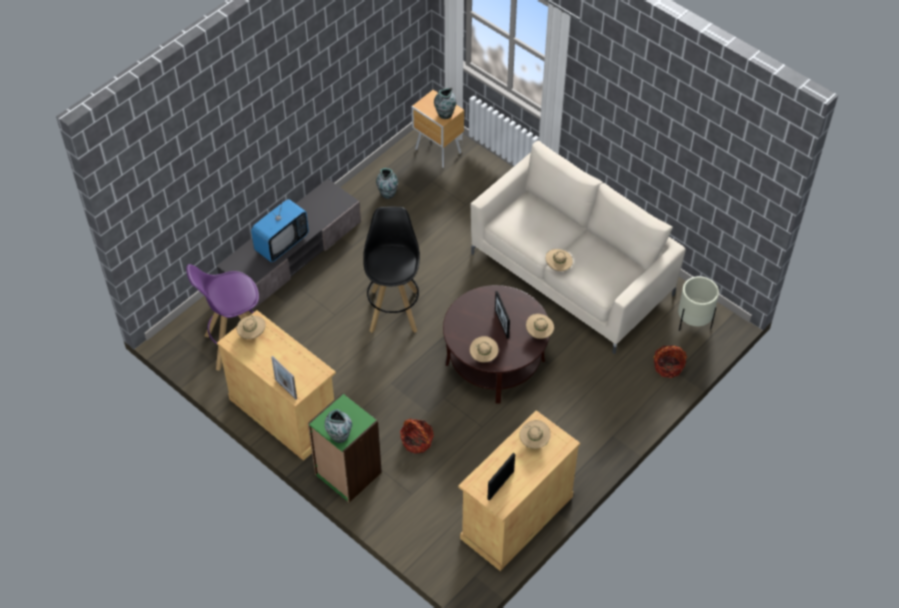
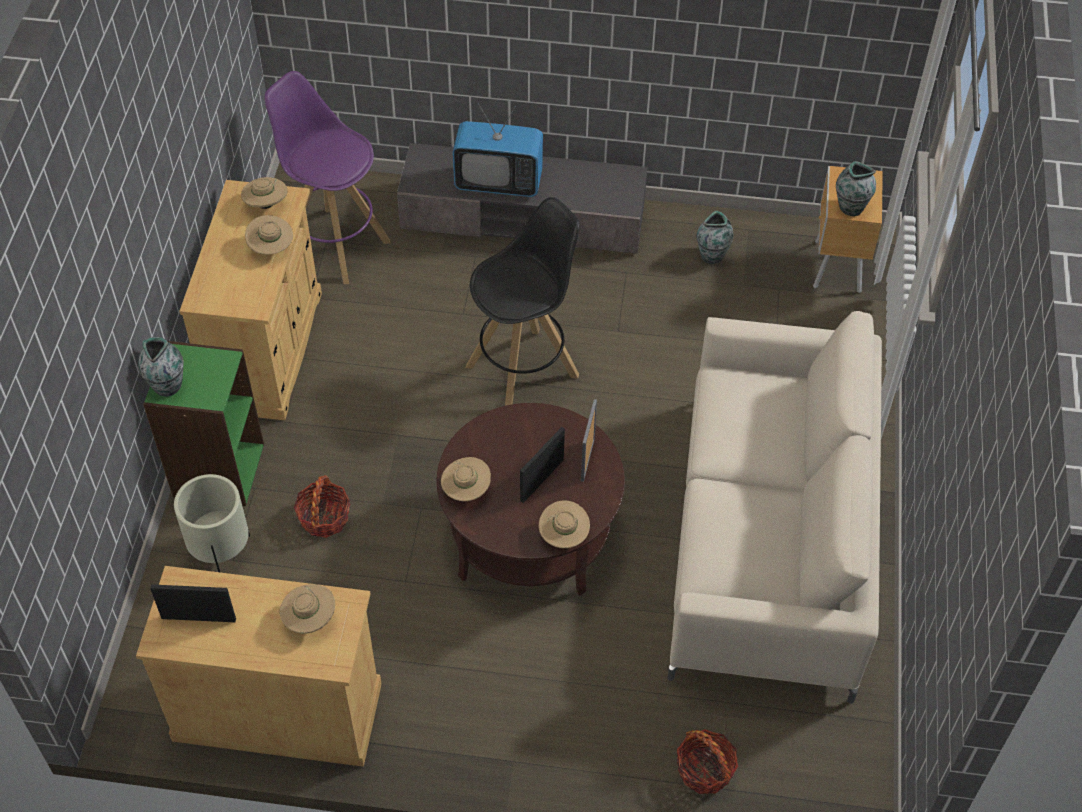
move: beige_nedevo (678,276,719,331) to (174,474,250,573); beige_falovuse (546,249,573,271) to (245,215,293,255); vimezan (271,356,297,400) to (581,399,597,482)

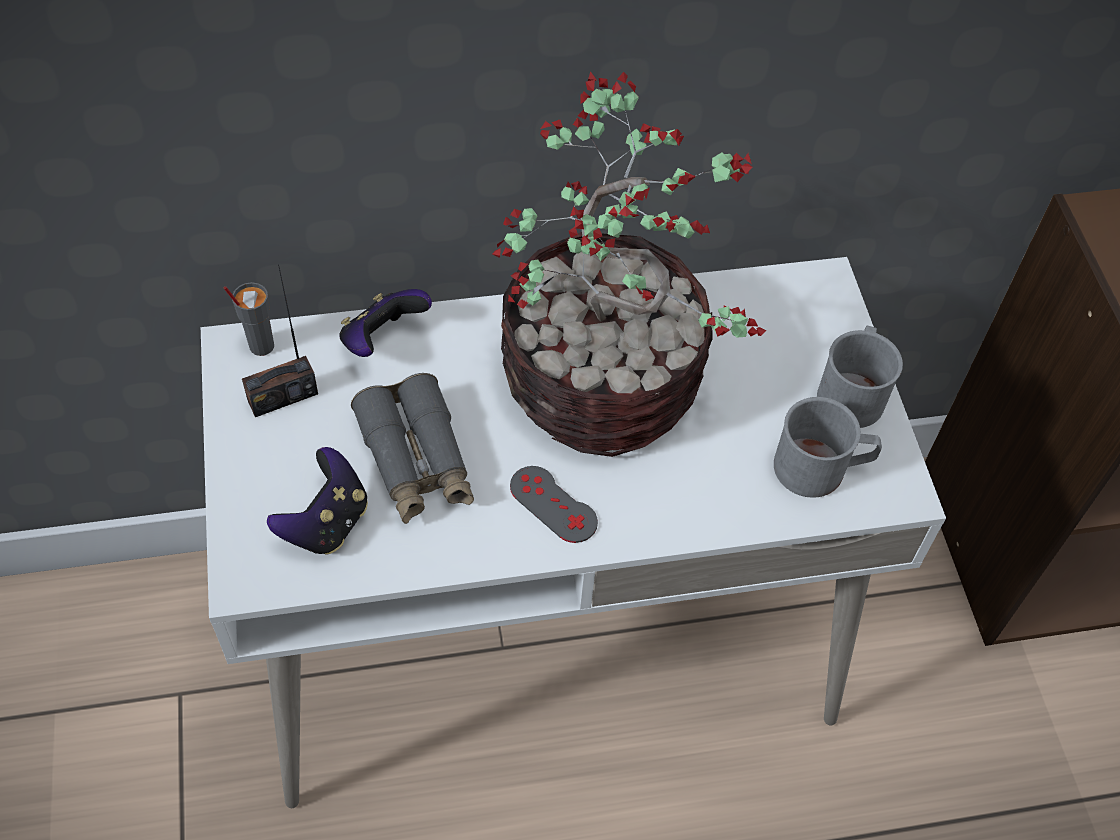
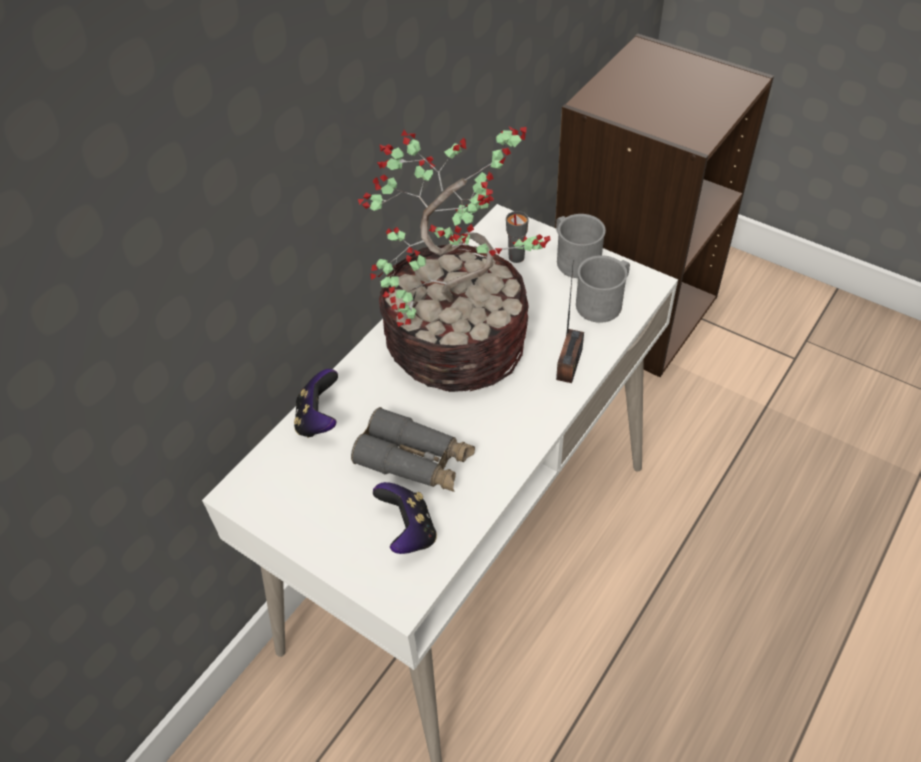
delete: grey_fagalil (510,466,598,543)
move: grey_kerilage (224,282,274,356) to (506,211,529,263); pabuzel (242,264,318,417) to (556,267,584,383)

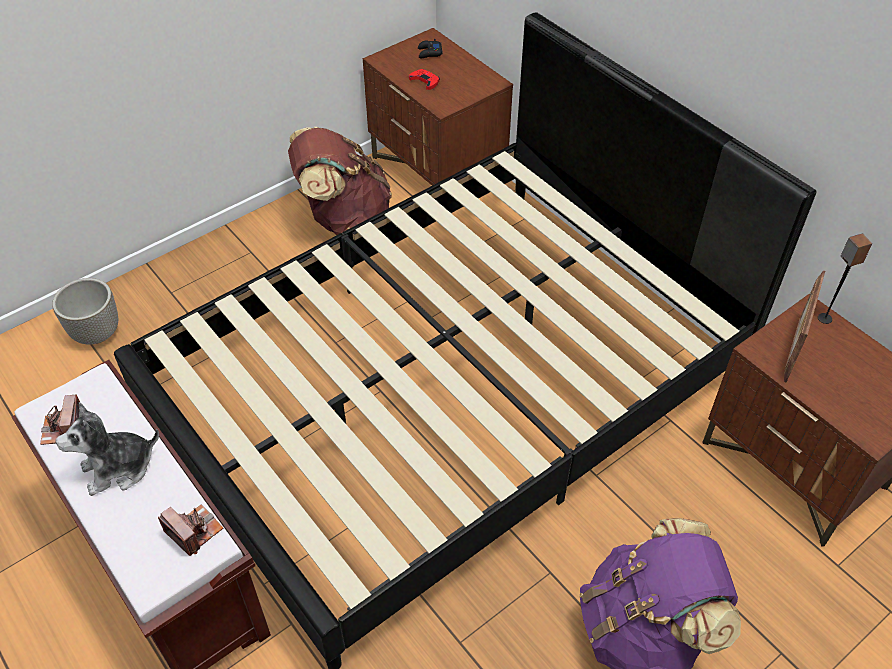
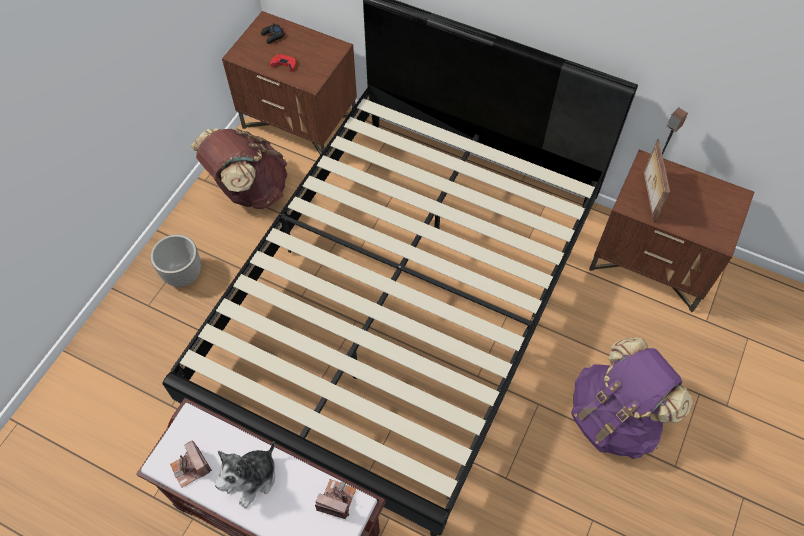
move: nedevo (52,278,118,344) to (151,235,201,287)

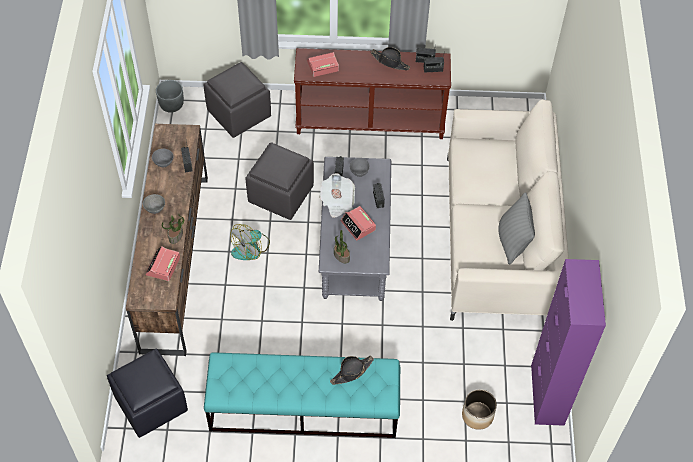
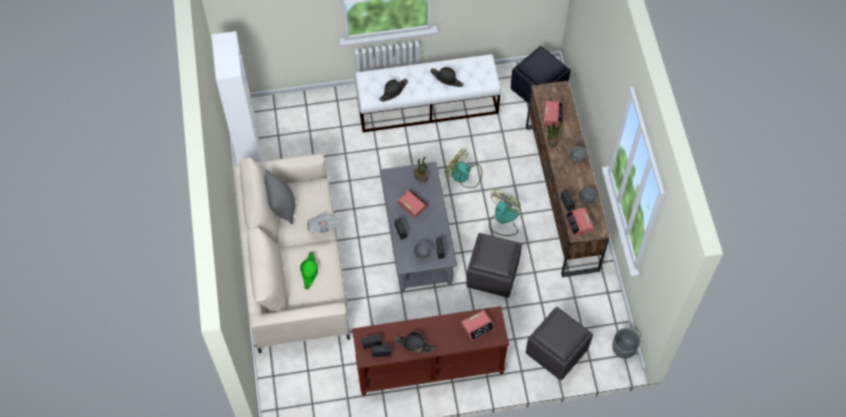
delete: nedevo (462,389,497,430)
insert: green_falovuse (300,252,318,289); black_falovuse (430,67,464,87); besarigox (445,149,482,188); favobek (565,207,594,236)
move: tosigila (319,173,355,218) to (307,212,337,234)
recolor: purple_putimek (531,259,606,426) to white_putimek (211,31,261,165); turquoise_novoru (204,352,400,438) to white_novoru (354,54,501,133)

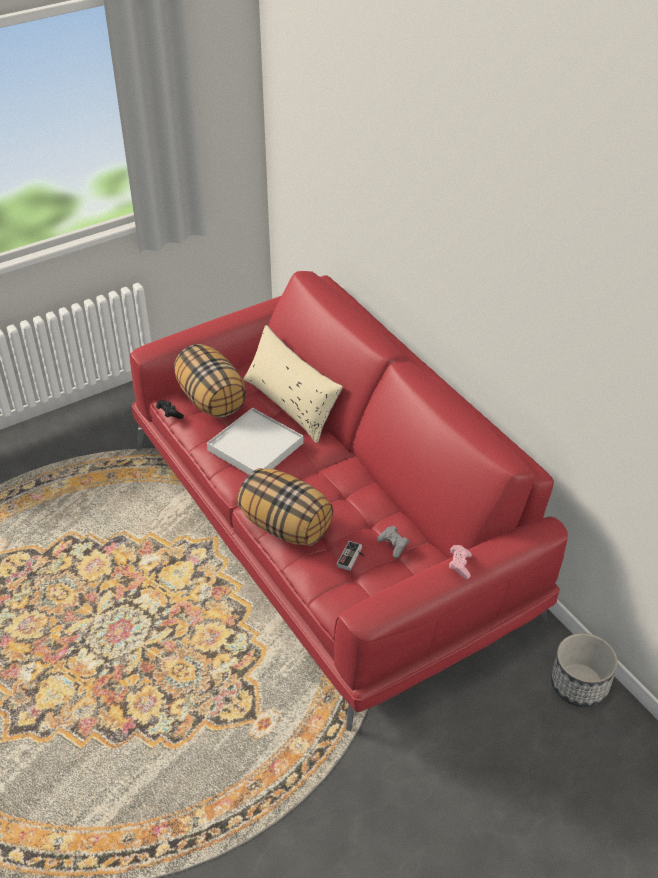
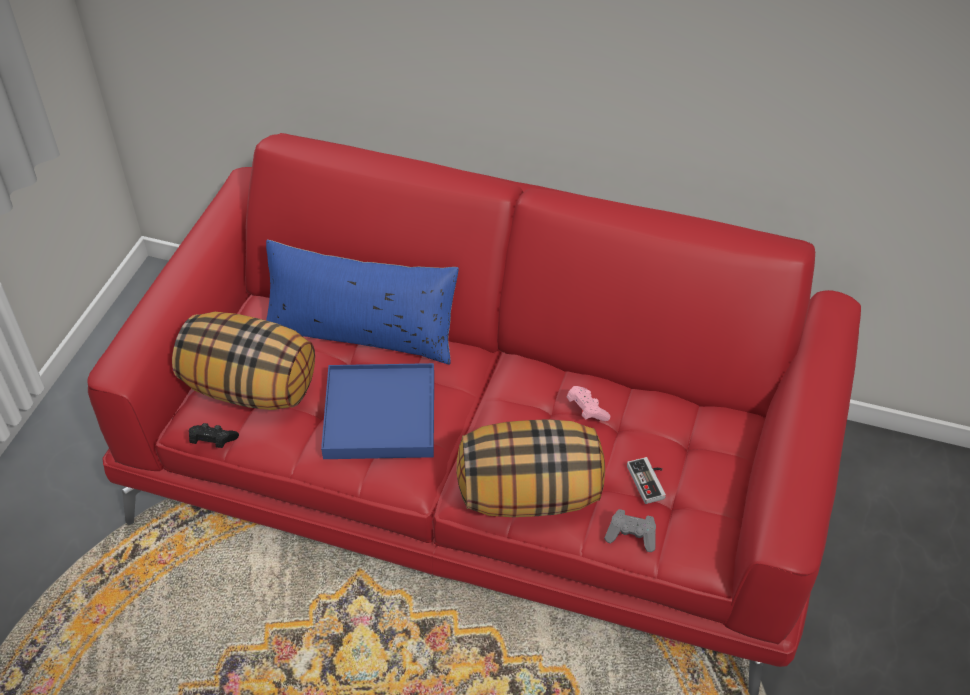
delete: nedevo (551,633,618,707)
move: pink_fagalil (449,545,472,579) to (566,386,610,421); grey_fagalil (377,526,409,558) to (604,509,656,552)
recolor: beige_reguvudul (243,325,343,443) to blue_reguvudul (266,240,459,364); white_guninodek (207,408,303,475) to blue_guninodek (321,363,434,459)

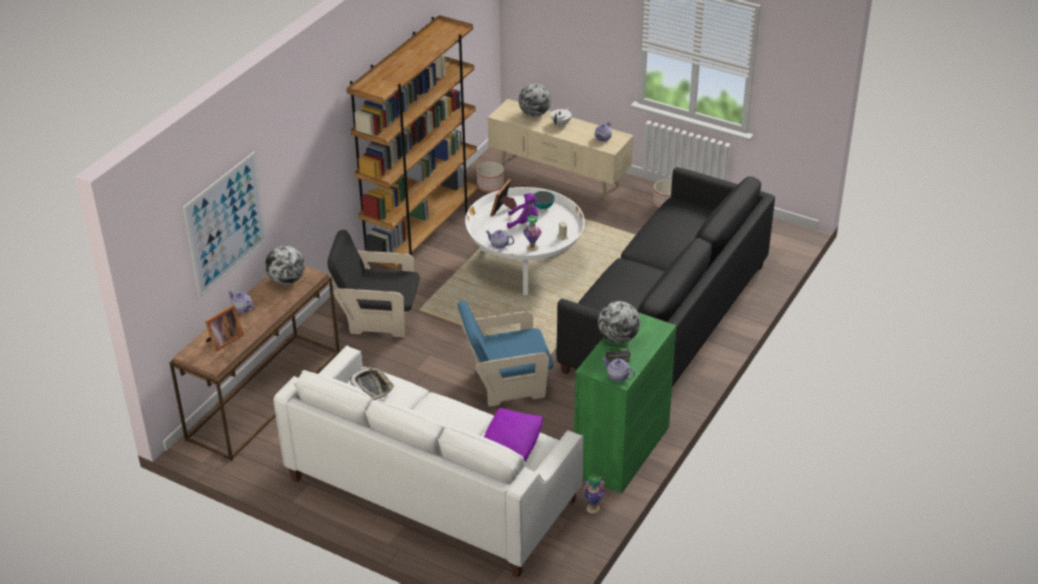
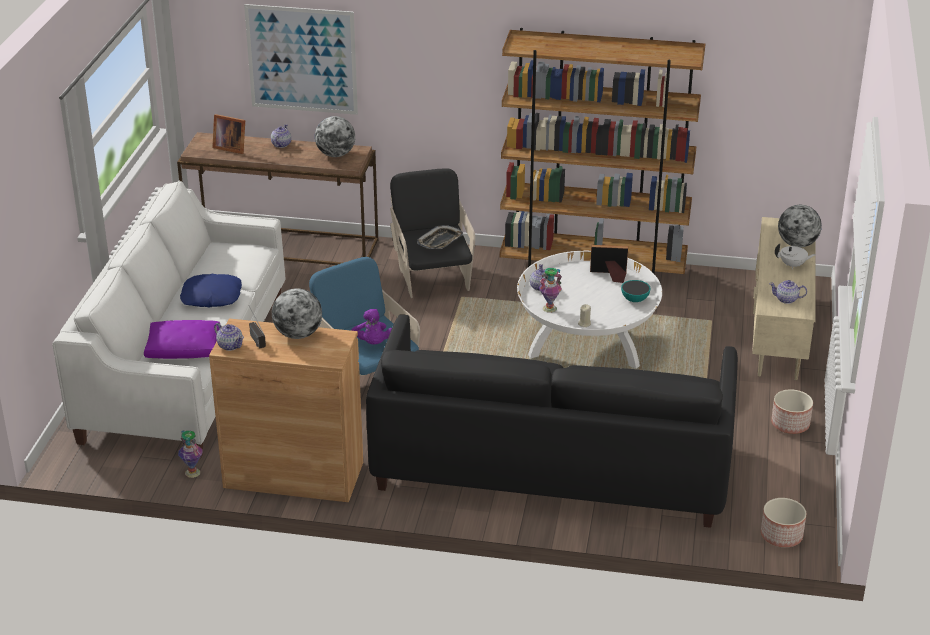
insert: blue_reguvudul (180,274,242,308)
move: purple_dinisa (507,193,538,229) to (351,309,392,345); guninodek (349,366,394,400) to (417,225,463,249); nedevo (477,162,504,192) to (761,498,806,547)
recolor: green_putimek (574,312,676,493) to brown_putimek (209,319,363,502)
rotate: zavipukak (602,358,635,381) = (214,323,244,351) 120 degrees clockwise

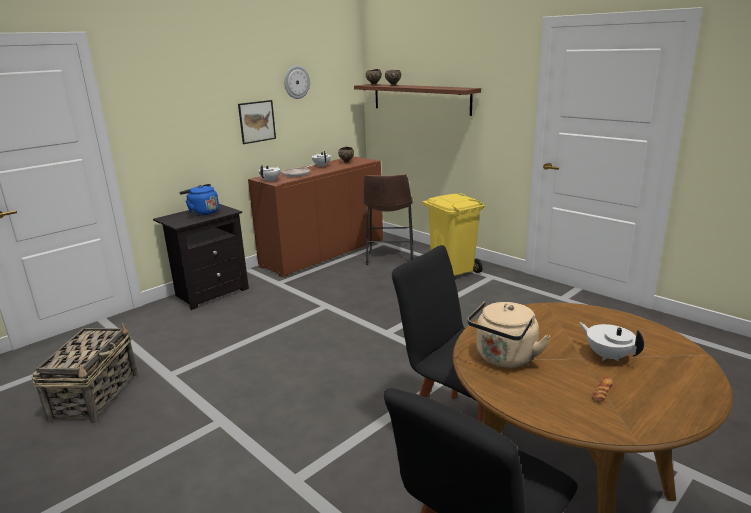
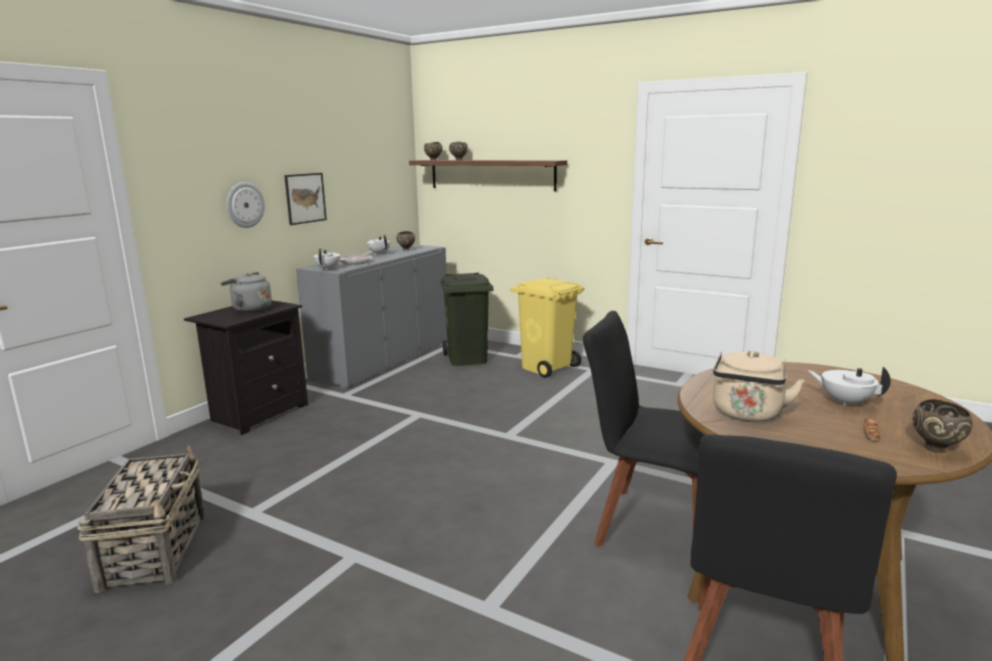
insert: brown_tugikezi (912,399,973,453)
move: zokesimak (284,66,310,99) to (226,182,265,228)
replace: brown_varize (363,174,413,265) to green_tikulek (440,272,493,366)
recolor: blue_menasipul (179,184,219,216) to grey_menasipul (221,272,272,312); brown_putimek (248,156,383,278) to grey_putimek (296,244,447,389)

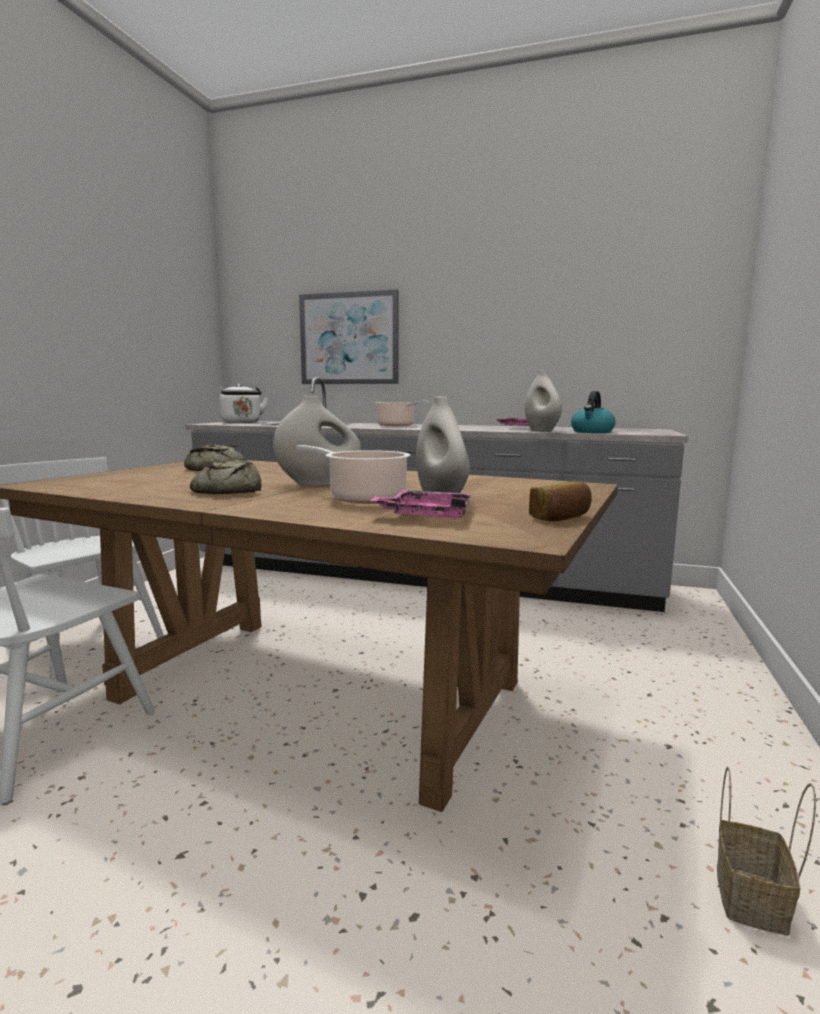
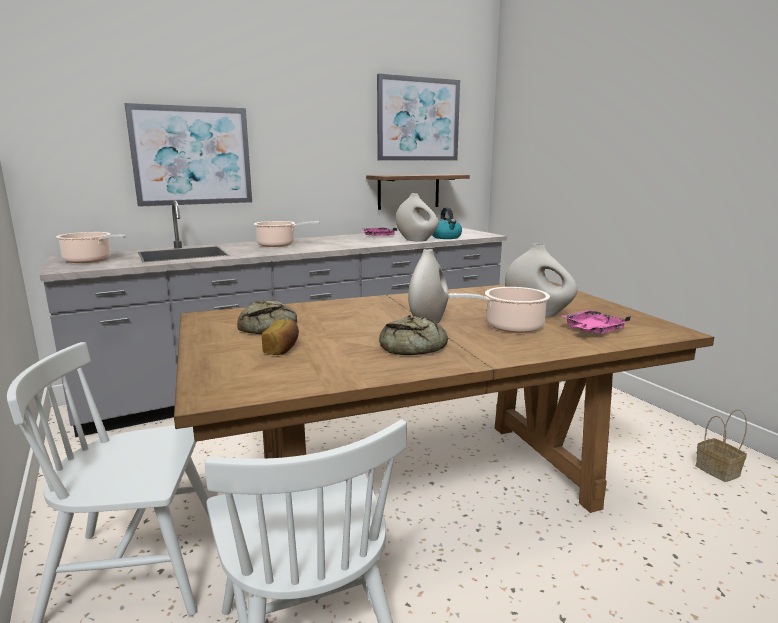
insert: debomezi (366,174,470,210); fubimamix (377,74,460,161)
move: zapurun (529,481,592,521) to (262,319,299,355)
replace: white_menasipul (219,384,268,423) to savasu (56,232,126,263)

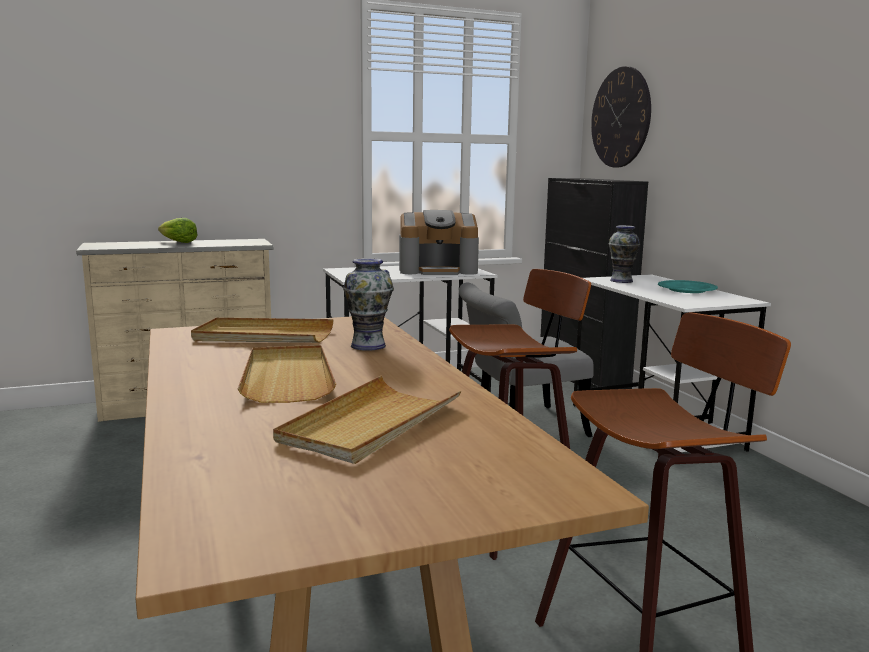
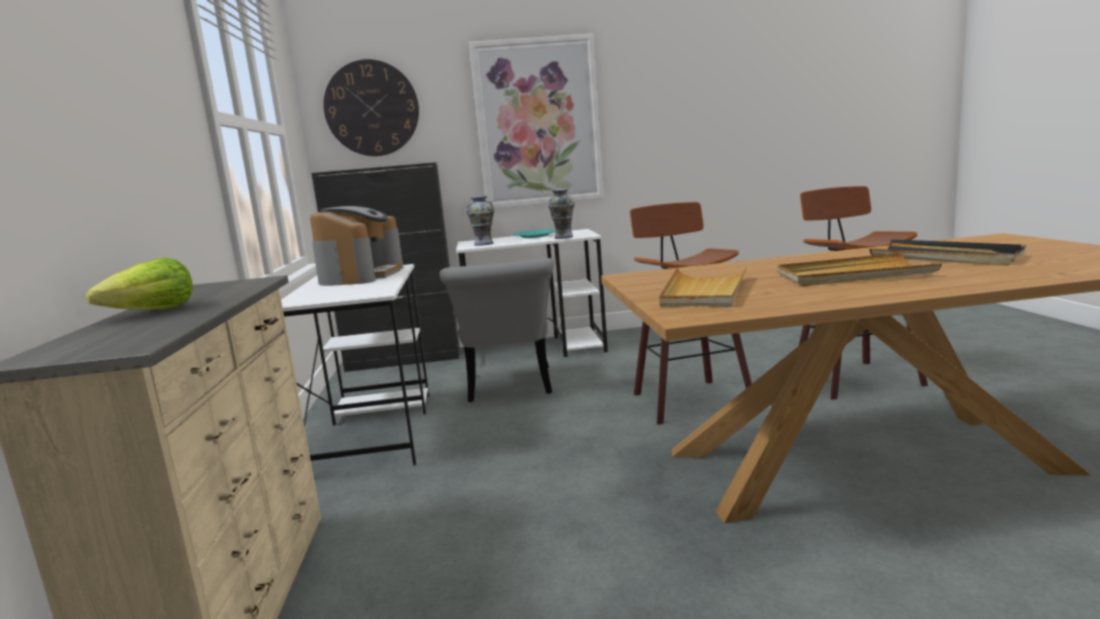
insert: fubimamix (469,33,604,208)
move: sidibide (343,258,394,351) to (548,189,575,239)
recolor: beige_guninodek (273,376,461,464) to black_guninodek (870,239,1026,266)

